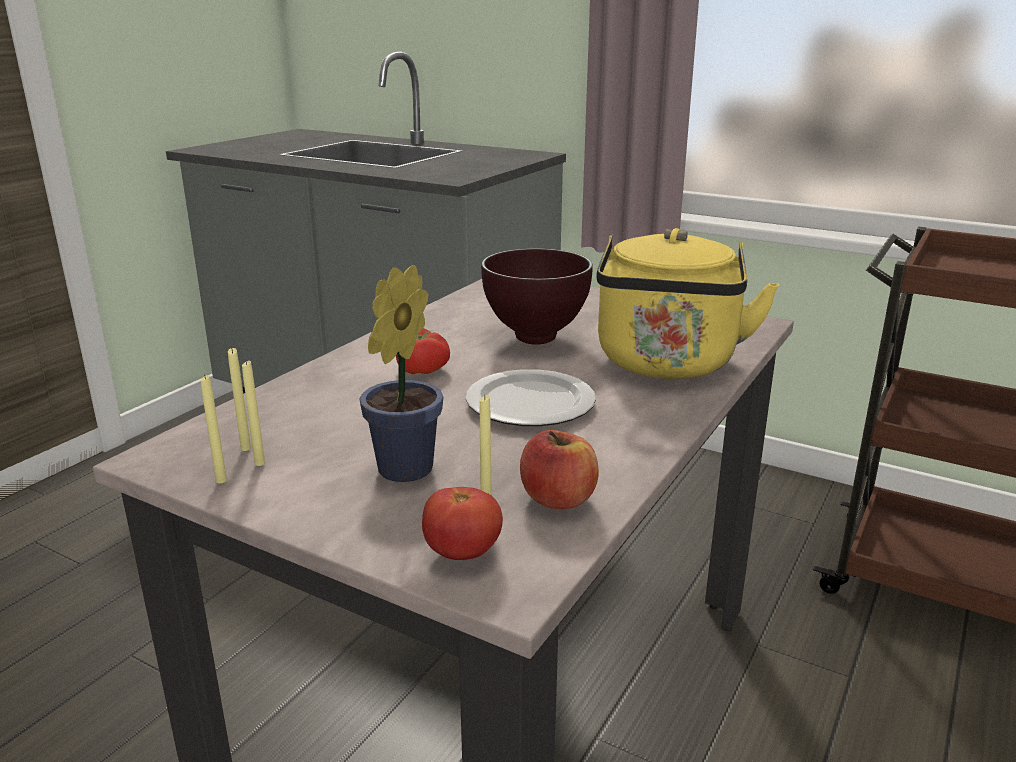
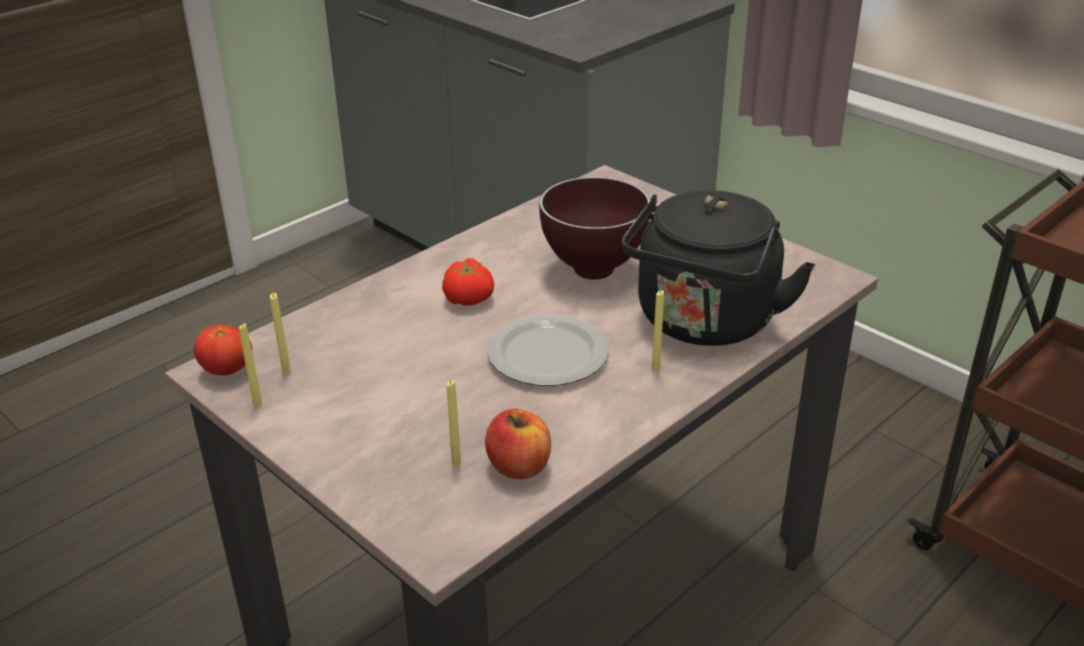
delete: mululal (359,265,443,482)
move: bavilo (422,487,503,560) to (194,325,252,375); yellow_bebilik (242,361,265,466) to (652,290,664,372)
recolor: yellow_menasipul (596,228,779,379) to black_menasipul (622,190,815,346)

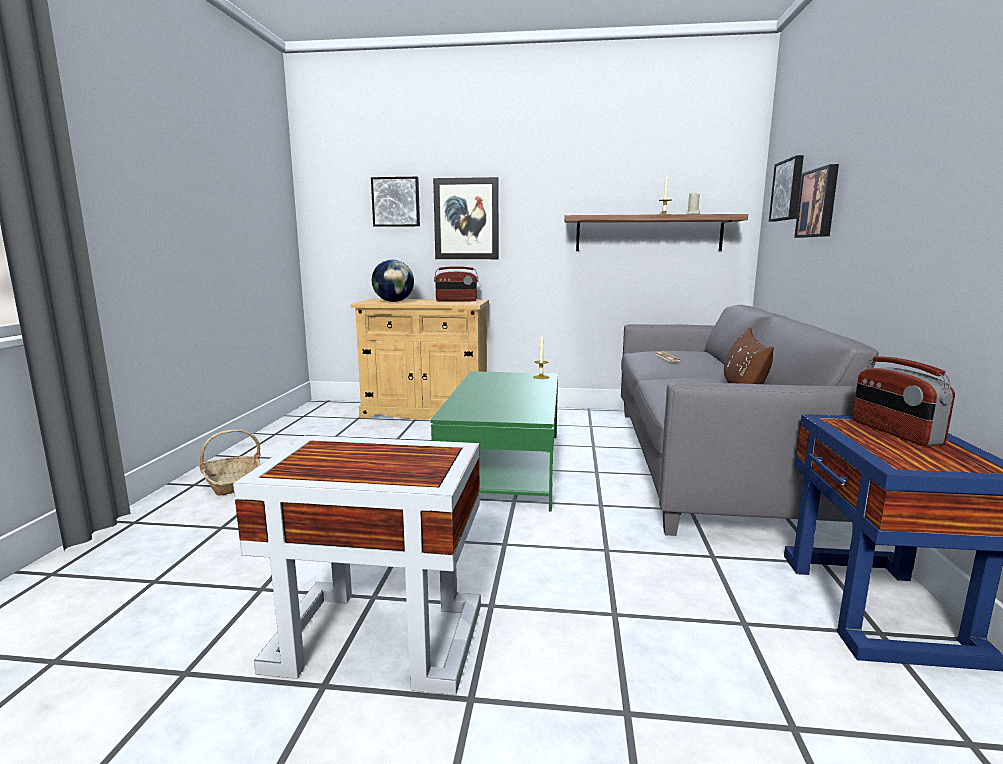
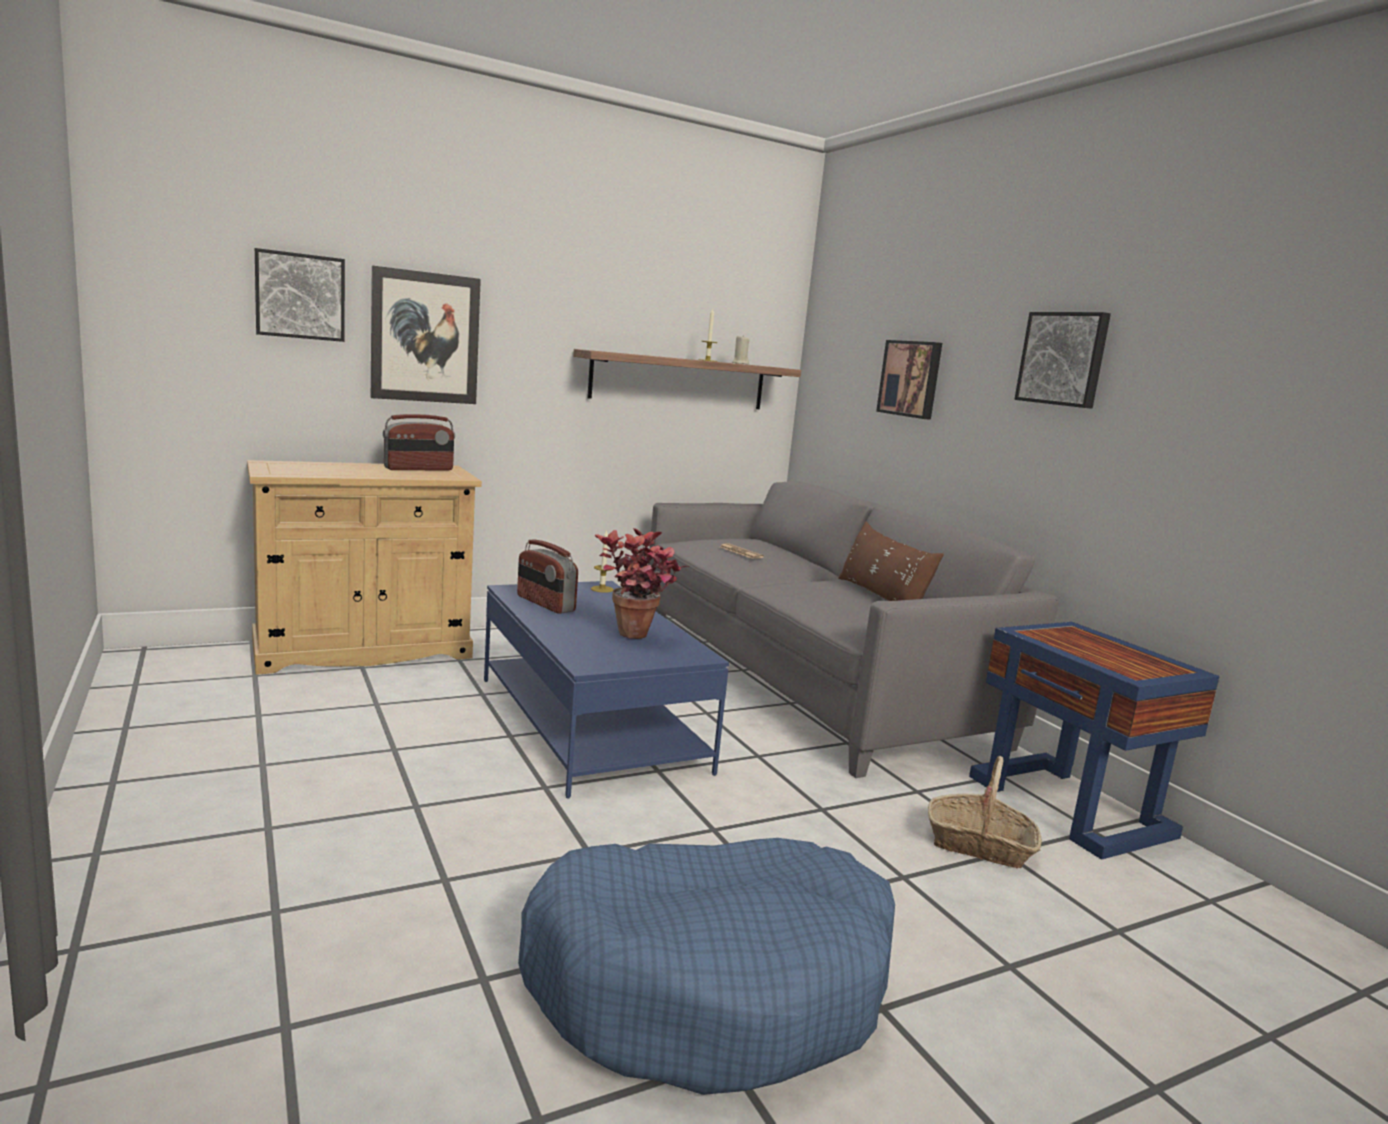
delete: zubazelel (372,260,414,302)
insert: mululal (594,528,689,639)
move: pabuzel (853,356,955,446) to (517,539,578,614); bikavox (199,430,261,496) to (928,756,1042,868); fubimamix (769,155,804,222) to (1014,312,1111,409)
replace: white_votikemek (233,435,481,695) to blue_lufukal (518,838,895,1095)
recolor: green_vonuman (431,371,558,512) to blue_vonuman (484,581,729,799)

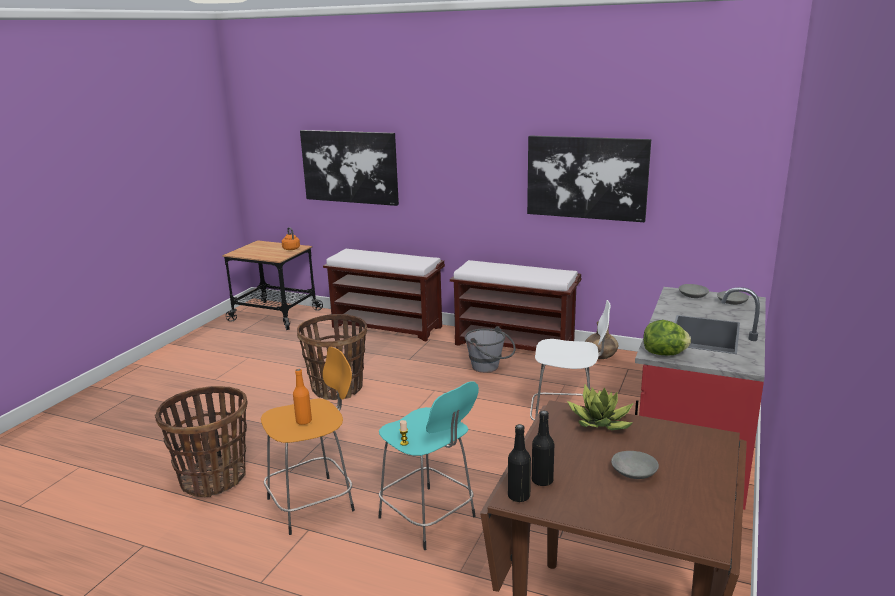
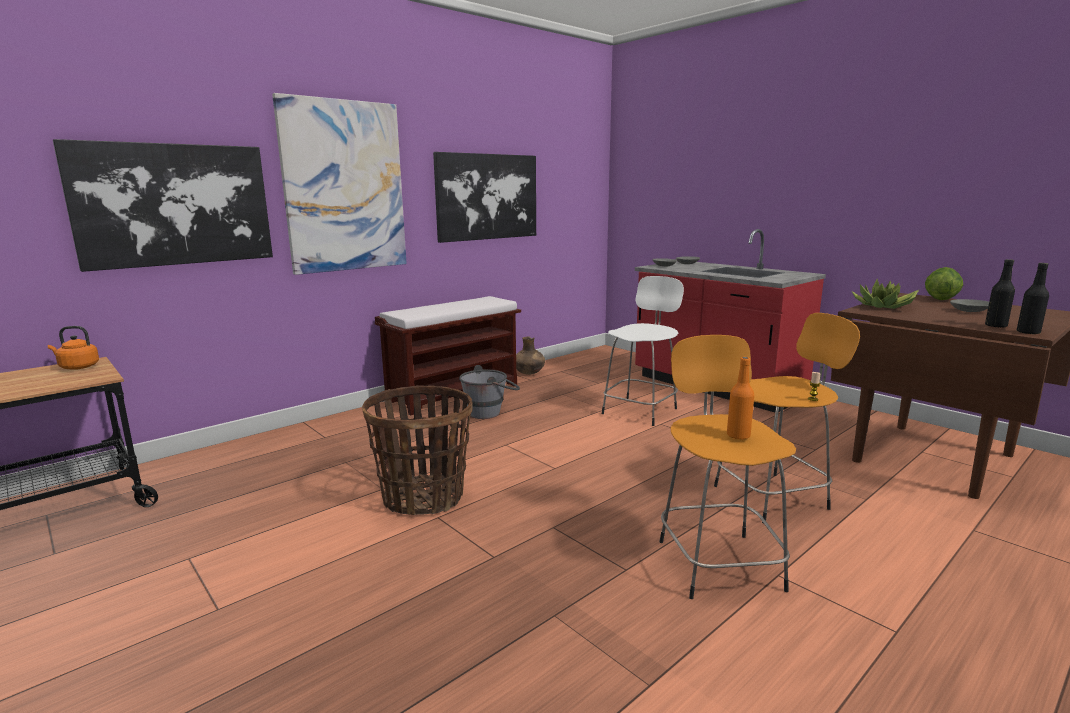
delete: bikavox (155,386,247,498); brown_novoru (323,249,445,341)
insert: fubimamix (272,93,407,275)
move: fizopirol (643,320,691,355) to (925,267,963,300)
recolor: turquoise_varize (378,381,479,550) to orange_varize (714,313,860,524)

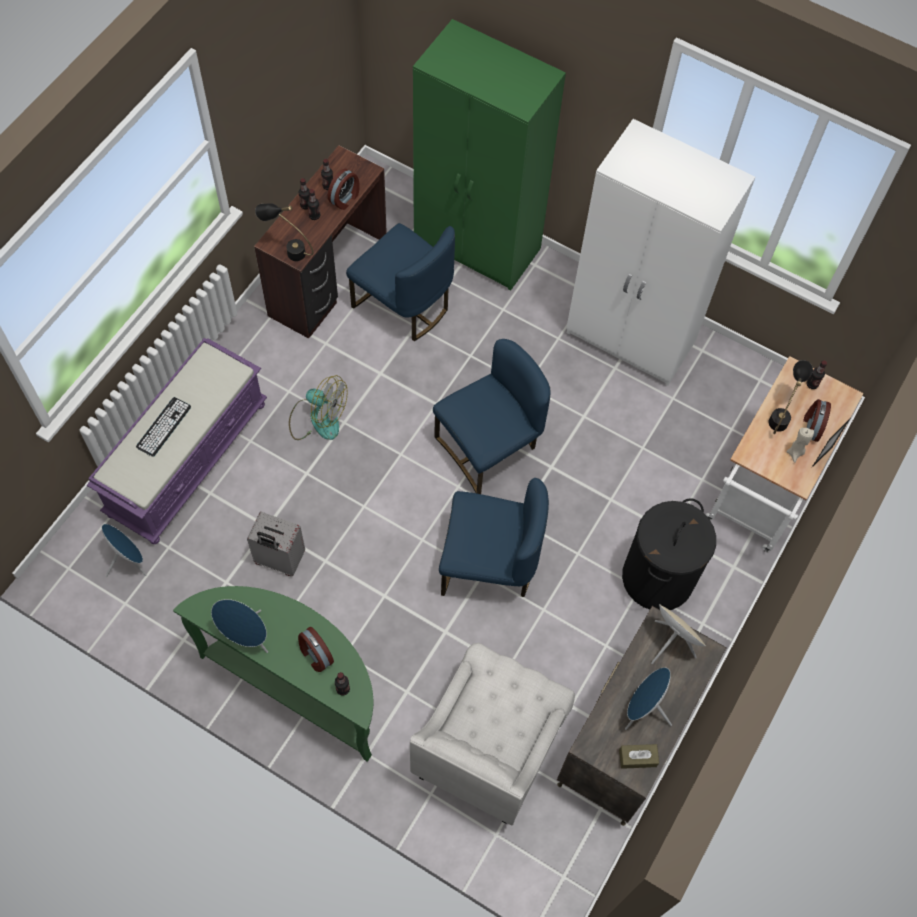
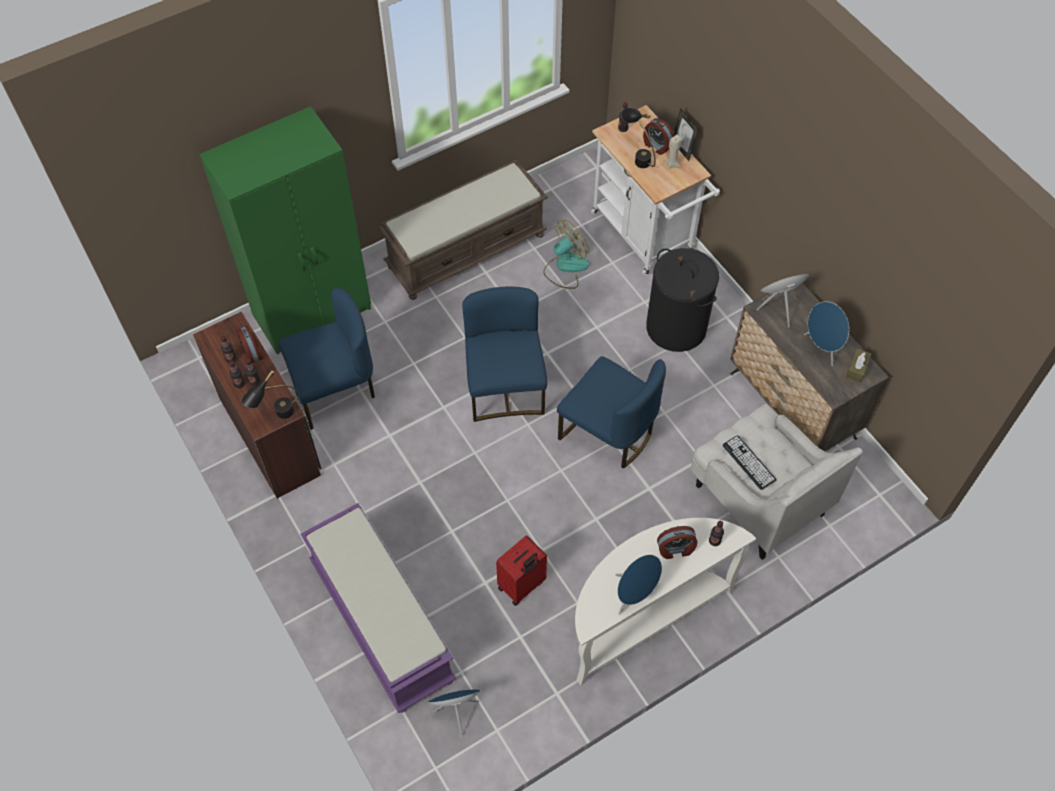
move: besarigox (289,375,348,440) to (543,220,590,289); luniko (136,397,191,457) to (723,436,776,490)
replace: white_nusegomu (566,119,755,386) to brown_novoru (379,160,548,300)
recolor: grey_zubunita (247,512,305,576) to red_zubunita (496,535,547,606); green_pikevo (173,586,373,762) to white_pikevo (575,518,756,685)
rotate: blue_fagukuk (439,478,549,597) = (557,356,666,469) 90 degrees clockwise

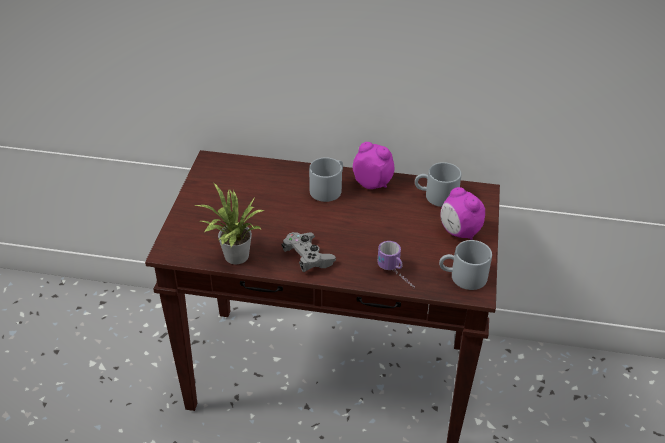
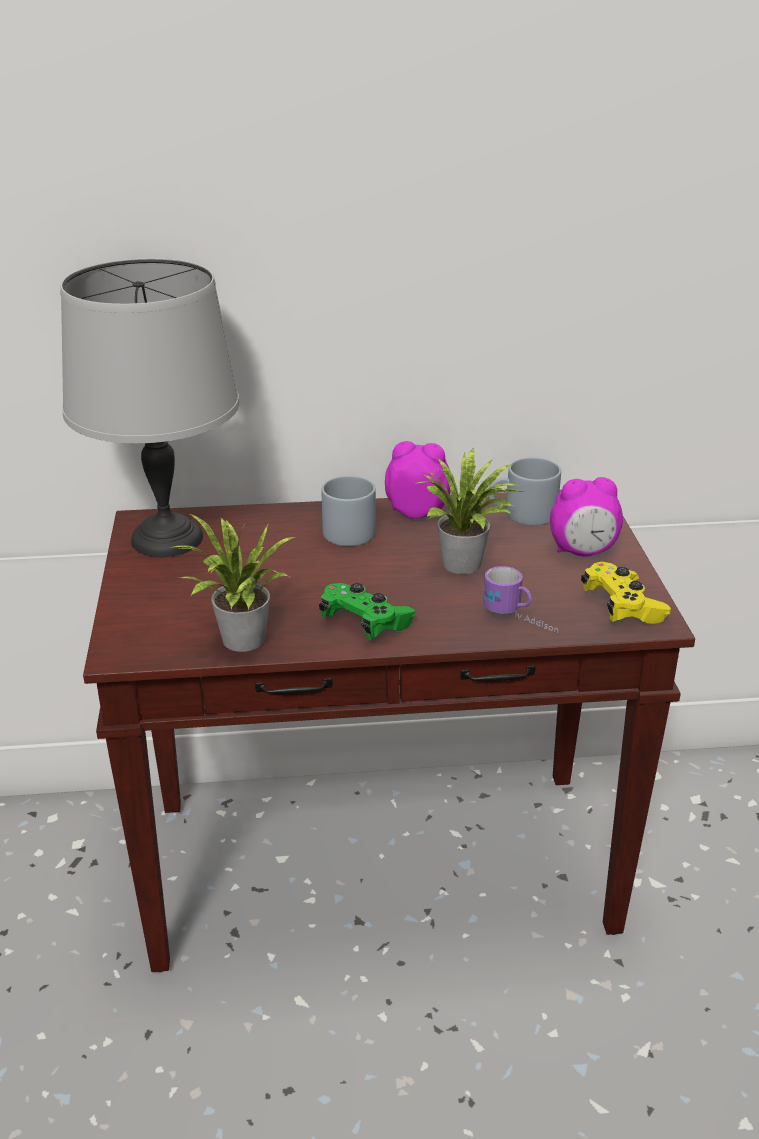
insert: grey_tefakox (60,258,240,557); mululal (415,448,523,574)
replace: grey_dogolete (439,240,492,290) to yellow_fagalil (581,562,671,624)
recolor: grey_fagalil (281,232,336,272) to green_fagalil (319,583,416,640)
rotate: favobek (440,187,485,240) = (550,477,623,556) 45 degrees counterclockwise

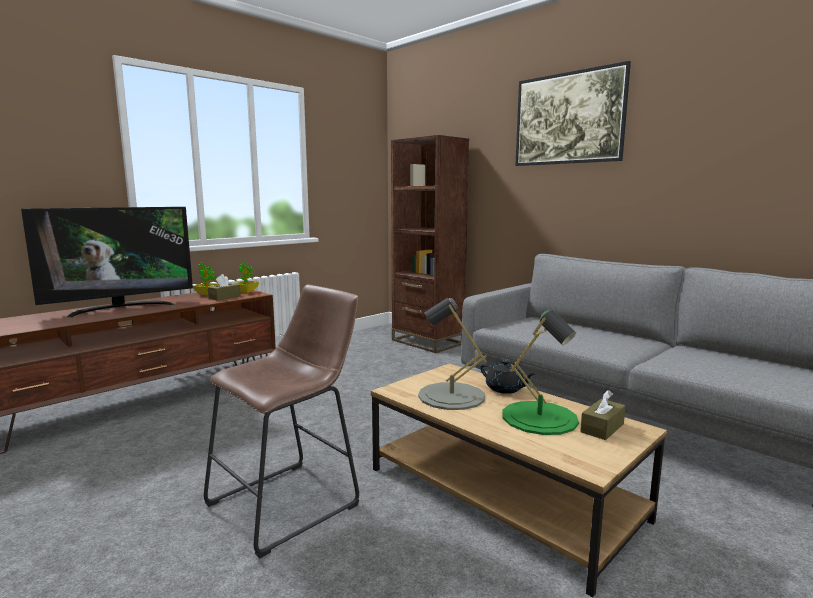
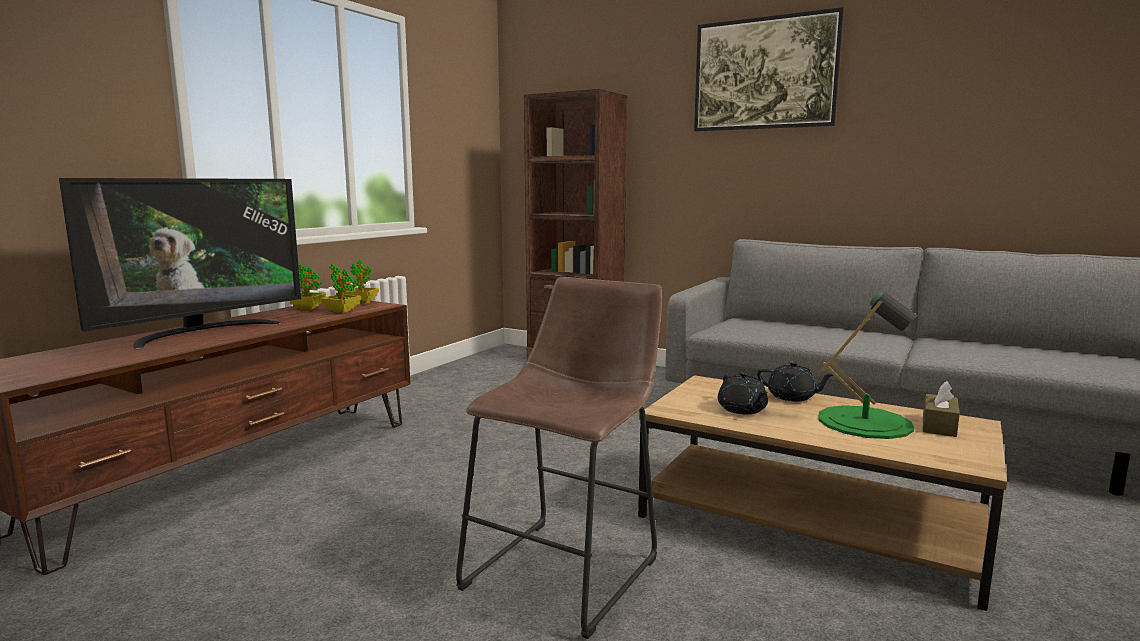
replace: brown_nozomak (208,274,241,301) to mululal (321,264,361,313); grey_tefakox (418,298,487,410) to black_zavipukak (718,372,768,414)

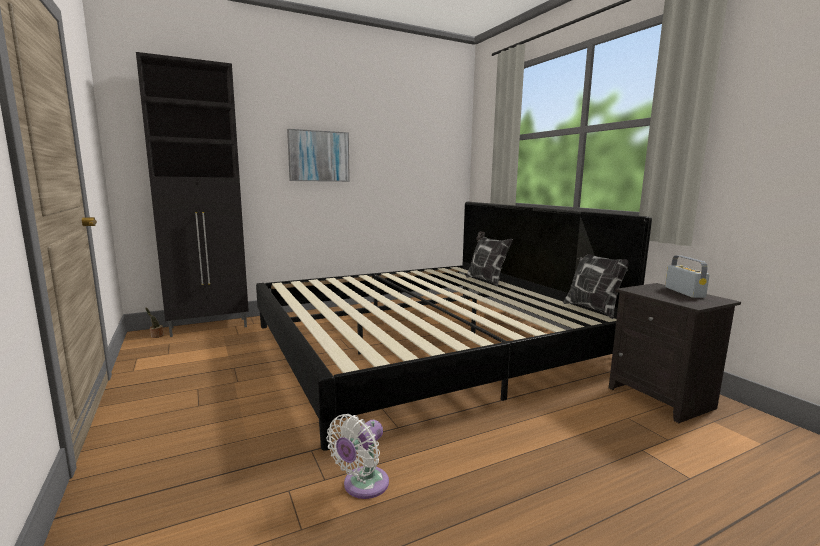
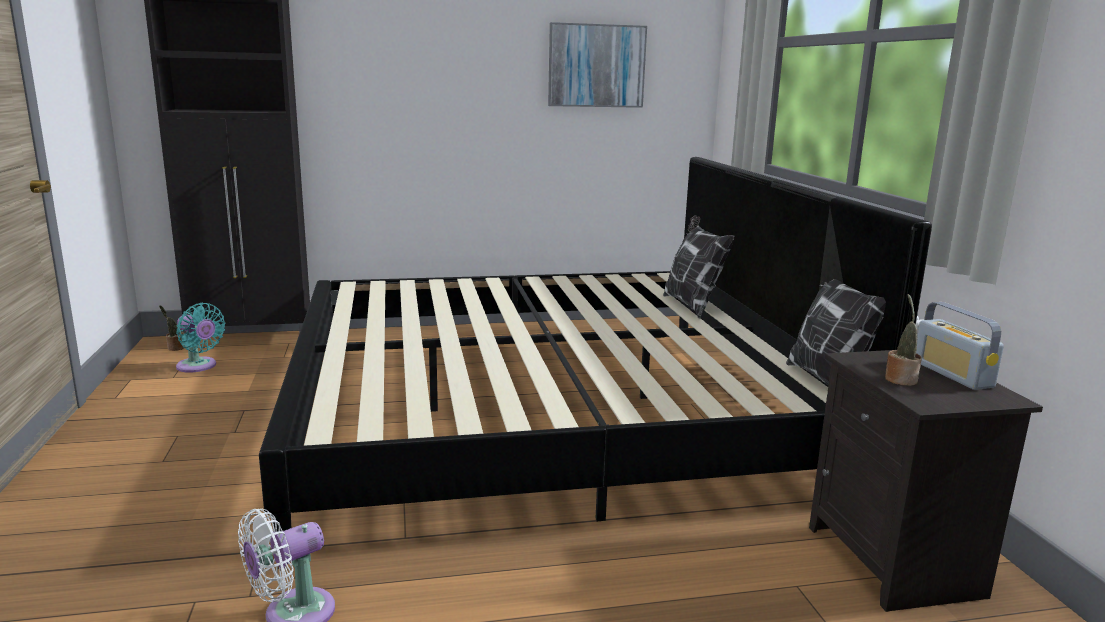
insert: turquoise_besarigox (176,303,225,373); mululal (885,294,922,386)
move: fubimamix (287,129,350,182) to (548,22,647,108)
rotate: pabuzel (665,256,710,298) = (916,302,1004,390) 150 degrees clockwise

